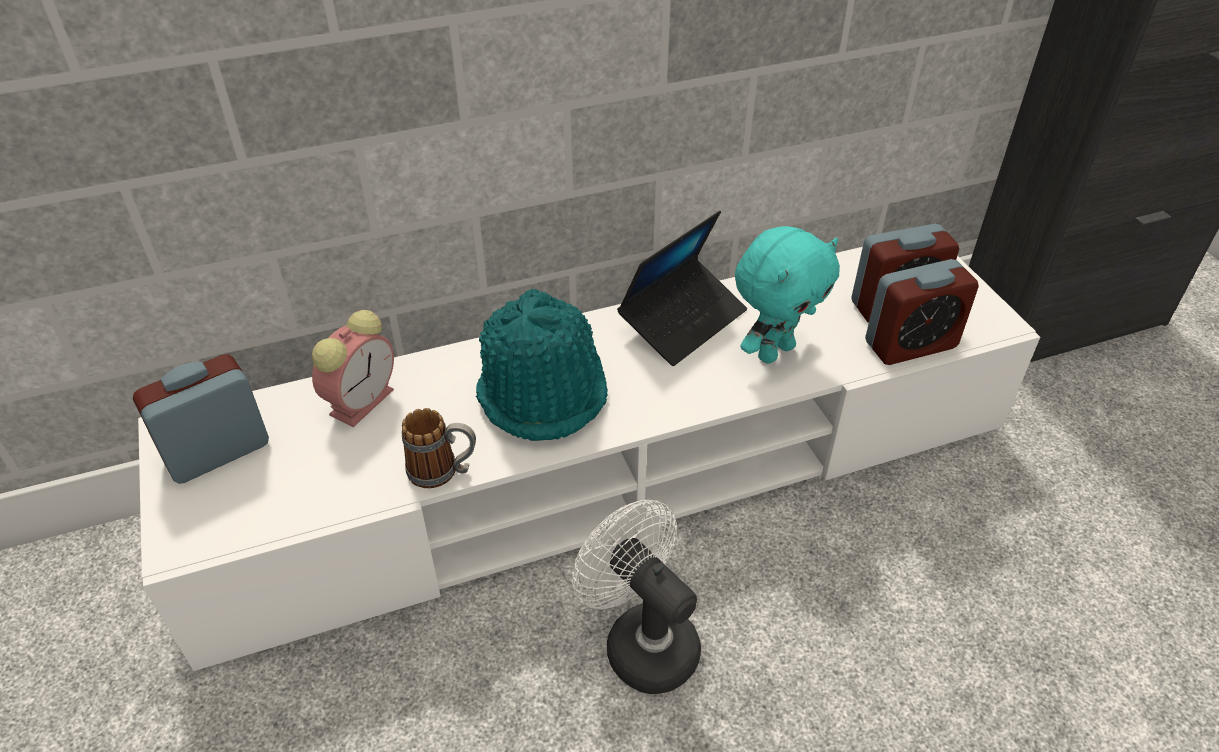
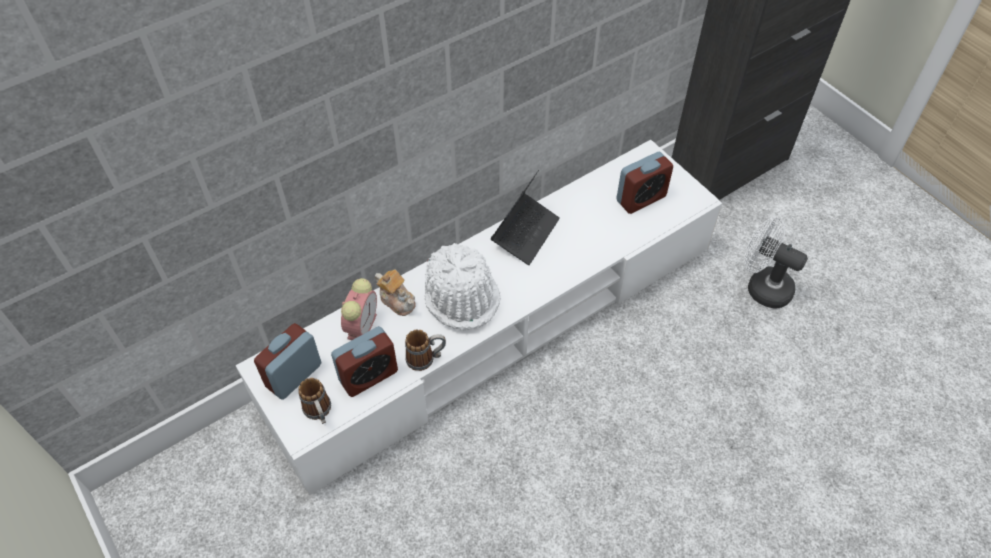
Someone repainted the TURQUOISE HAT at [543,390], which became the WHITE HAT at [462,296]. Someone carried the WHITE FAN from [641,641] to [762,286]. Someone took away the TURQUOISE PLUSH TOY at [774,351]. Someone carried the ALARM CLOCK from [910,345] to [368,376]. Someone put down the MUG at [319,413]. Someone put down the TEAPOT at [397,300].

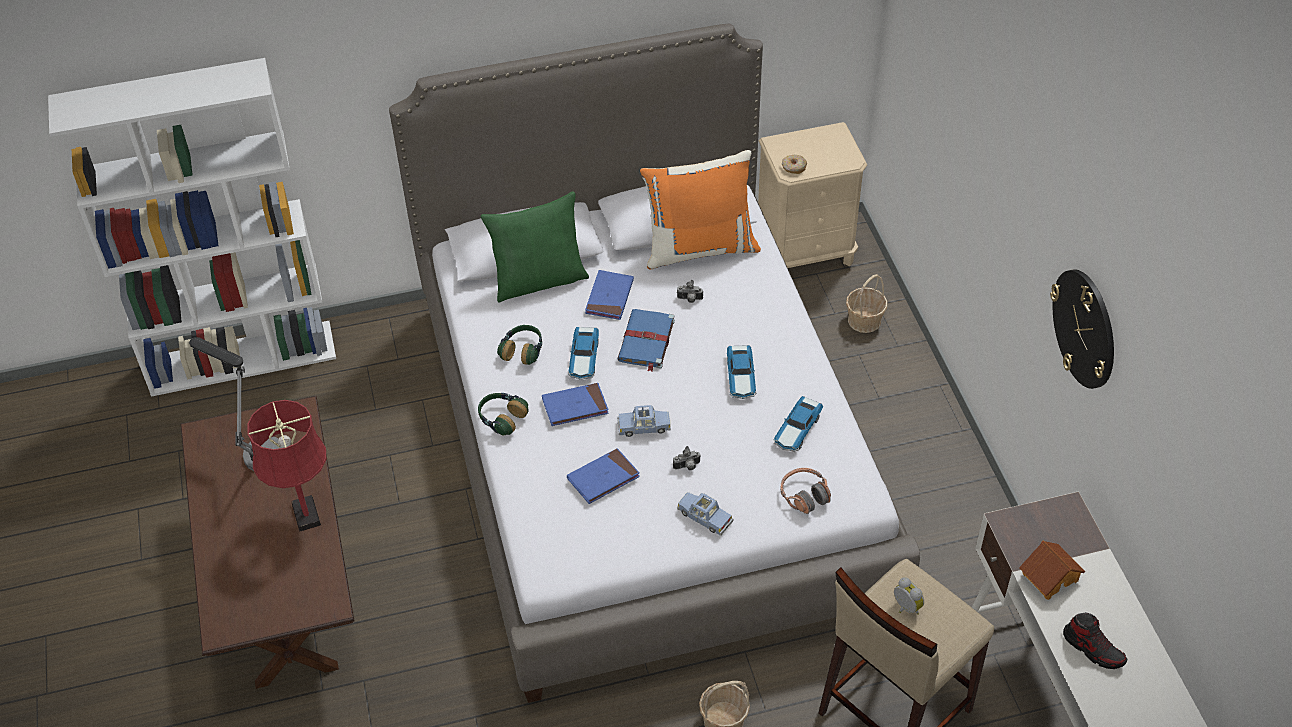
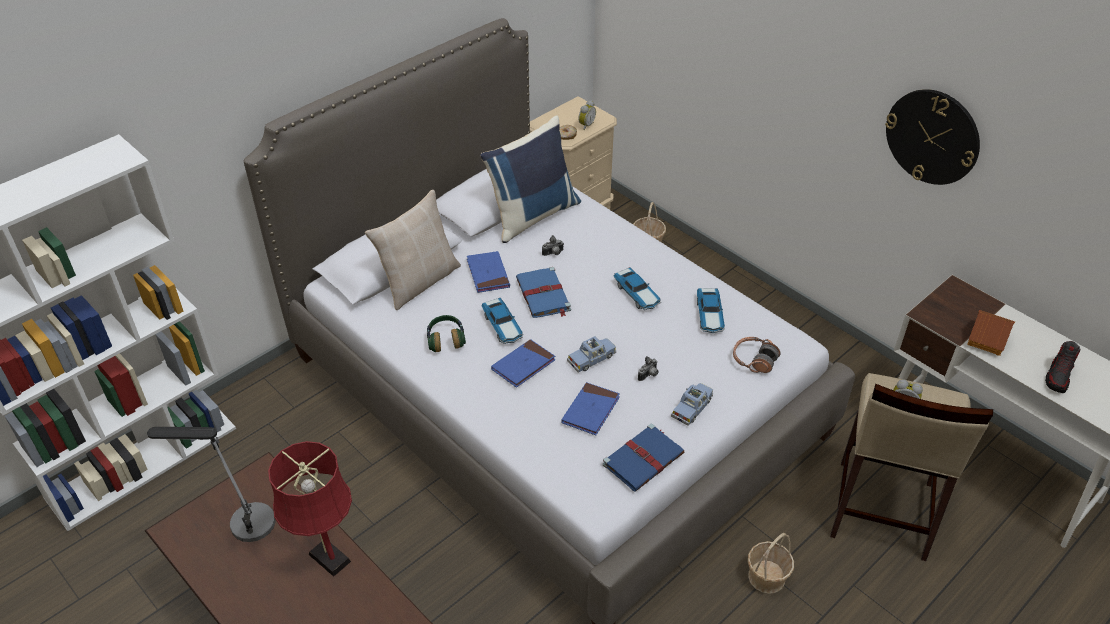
Someone took away the HEADPHONES at [502,418]. Someone repainted the GREEN PILLOW at [539,279], which became the BEIGE PILLOW at [419,281]. Someone repainted the ORANGE PILLOW at [700,247], which became the BLUE PILLOW at [532,215]. Someone rotated the BLUE TOY CAR at [704,517] by 120 degrees clockwise. Someone rotated the SHOE at [1093,649] by 105 degrees clockwise. Someone put down the ALARM CLOCK at [585,125]. Someone put down the BLUE BOOK at [644,459].

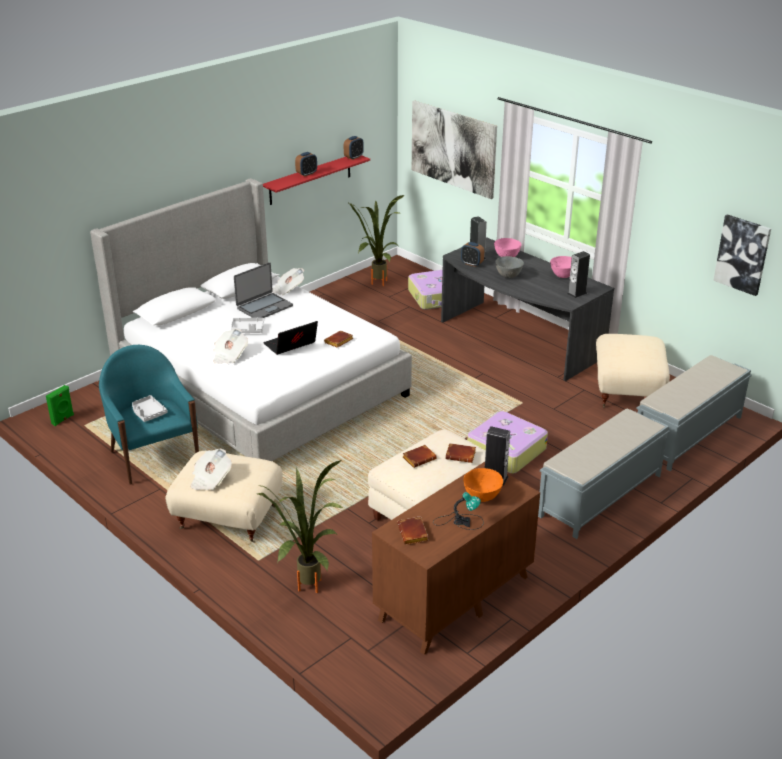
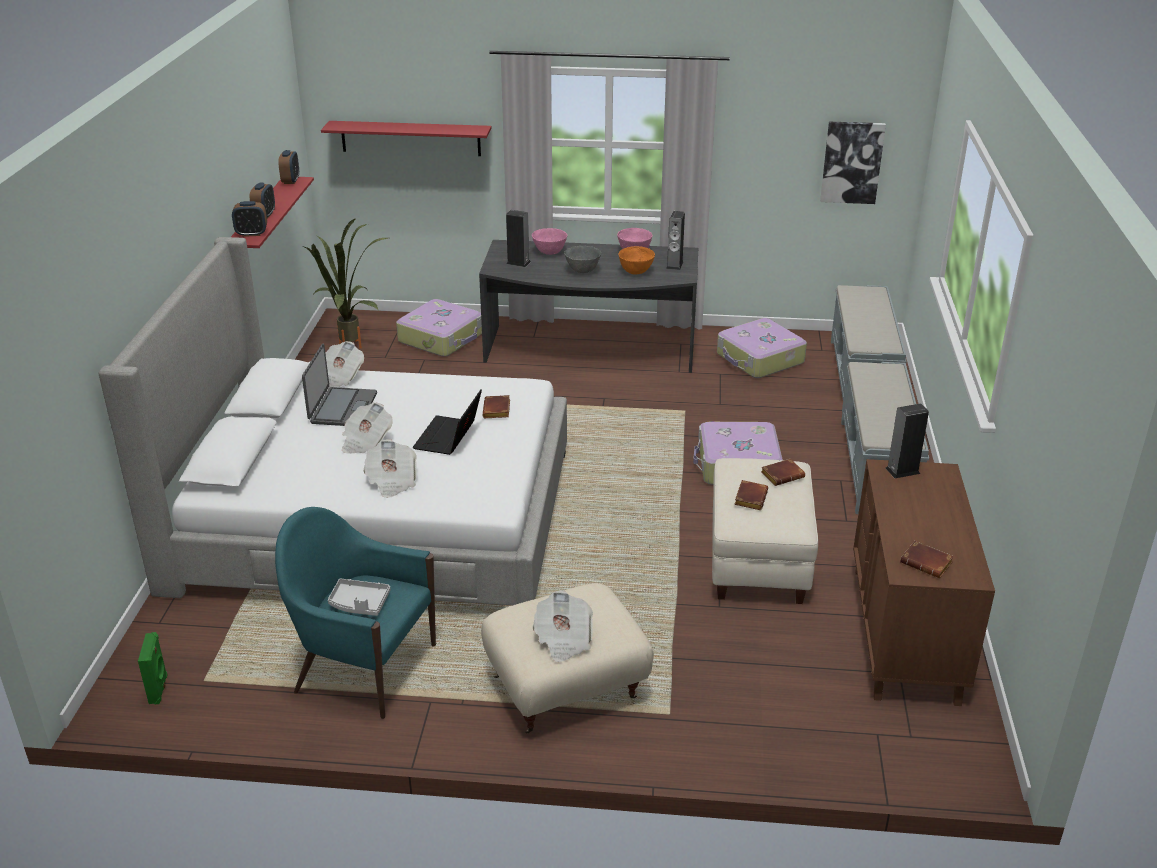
Someone swapped the GREY TRAY at [248,330] for the NEWSPAPER at [366,442]. Someone took away the POTTED PLANT at [305,590]. Someone swapped the PICTURE at [453,148] for the RED SHELF at [410,138]. Someone took away the TABLE LAMP at [460,521]. Someone carried the ALARM CLOCK from [472,264] to [251,234]. Someone carried the ORANGE BOWL from [482,497] to [635,272]. Someone swapped the BEIGE OTTOMAN at [628,391] for the SUITCASE at [759,359].

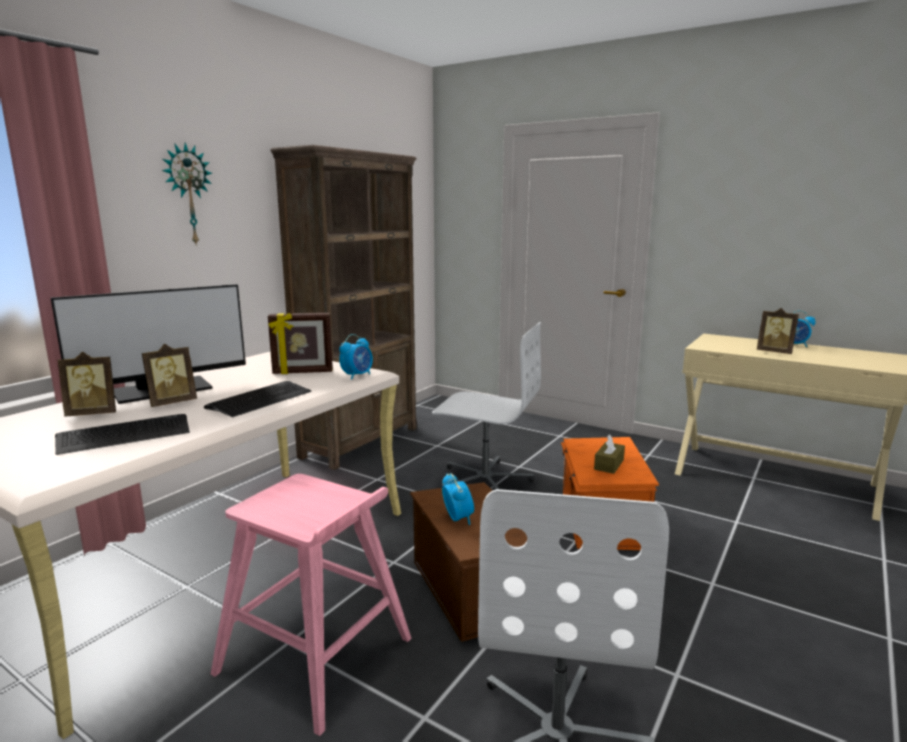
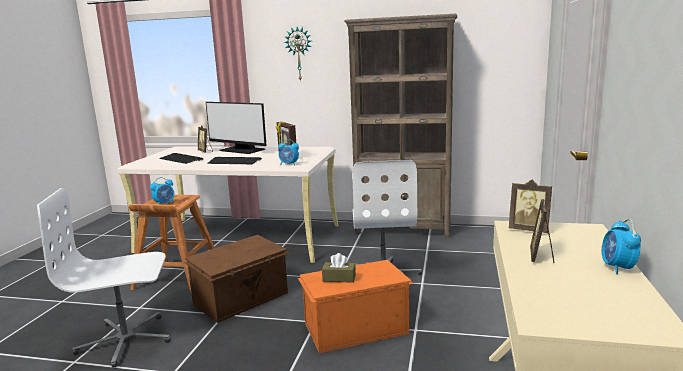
Someone carried the PICTURE FRAME from [172,403] to [529,230]. Someone repainted the PINK STOOL at [316,656], which became the BROWN STOOL at [177,276]. Someone carried the ALARM CLOCK from [457,518] to [165,204].

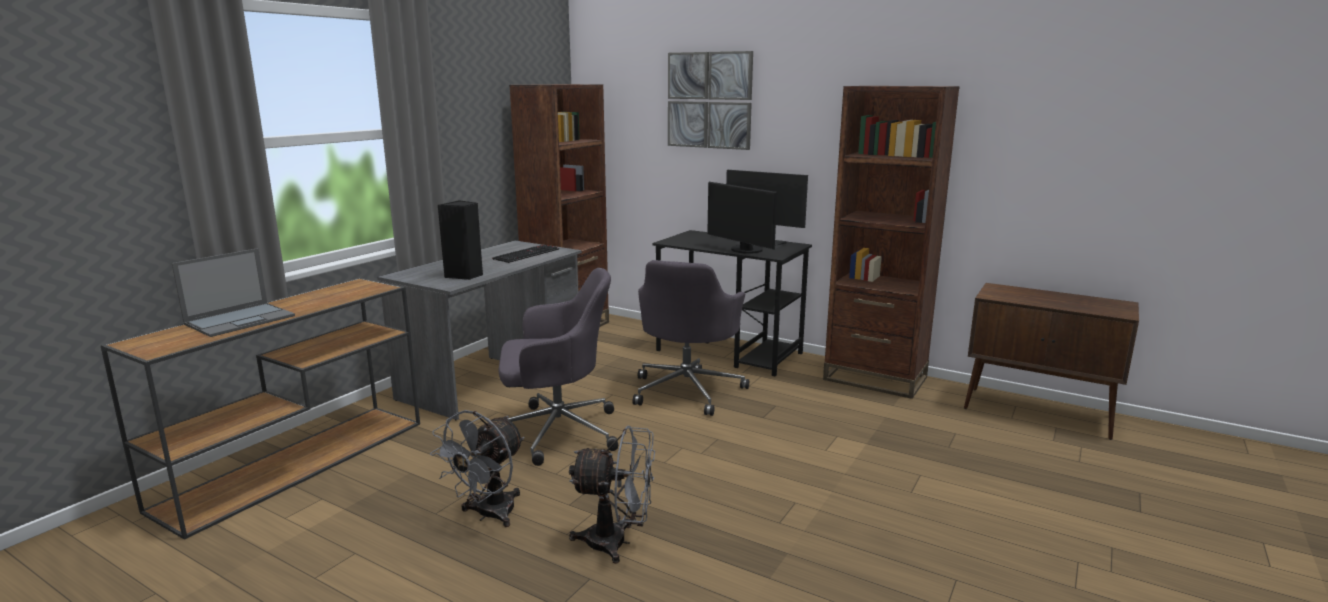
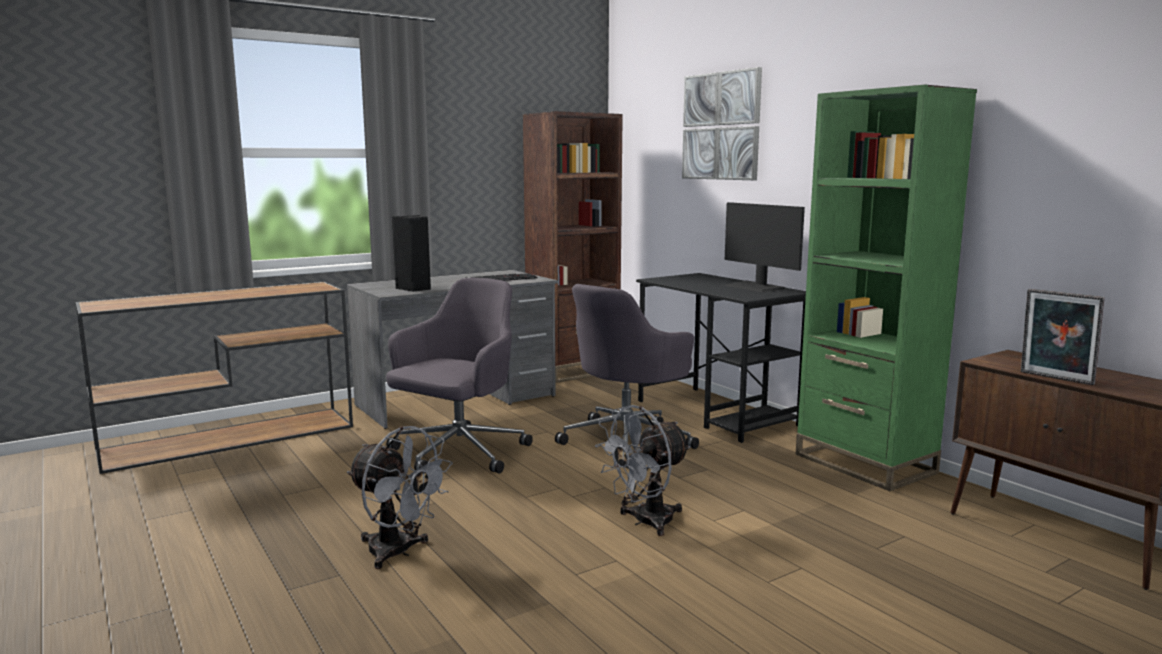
Someone took away the LAPTOP at [241,320]. Someone carried the GREY FAN from [488,515] to [645,522]. Someone rotated the GREY OFFICE CHAIR at [557,432] by 75 degrees counterclockwise. Someone took away the MONITOR at [744,250]. Someone repainted the BROWN BOOKCASE at [875,378], which became the GREEN BOOKCASE at [864,463]. Someone put down the PICTURE FRAME at [1055,378].

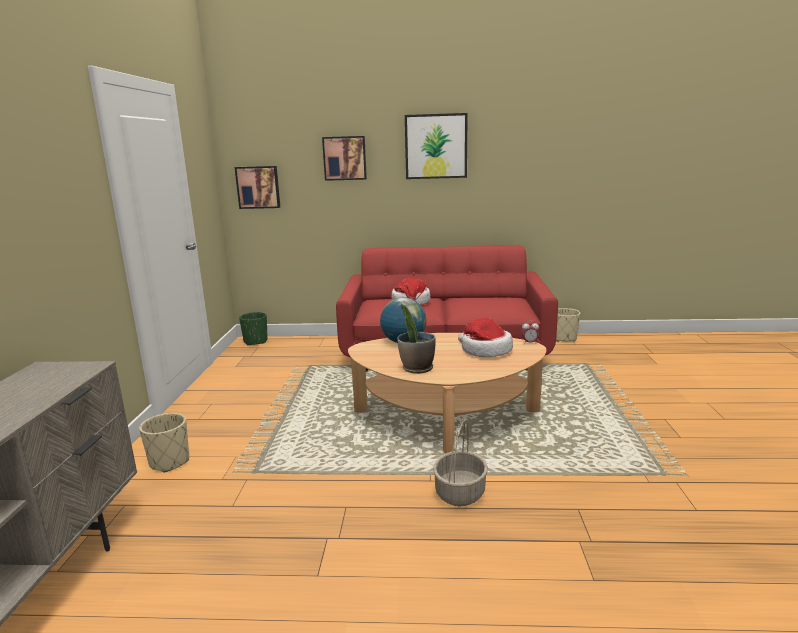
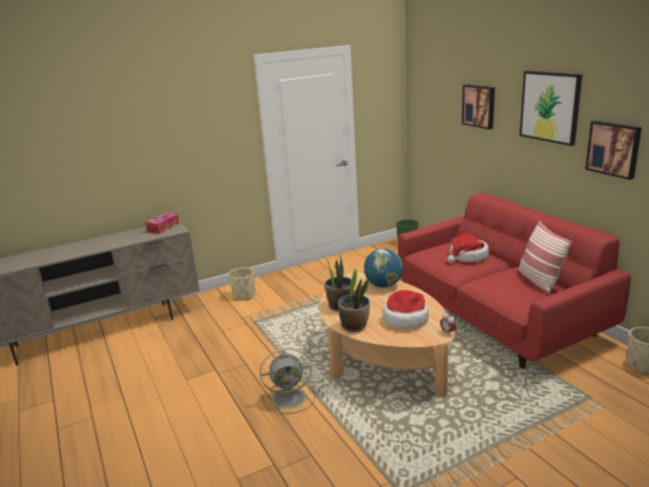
Someone carried the PICTURE from [258,187] to [614,149]. Someone swapped the BASKET at [459,492] for the GREY FAN at [290,397]. Someone put down the TISSUE BOX at [163,227]. Someone put down the POTTED PLANT at [354,326]. Someone put down the PILLOW at [539,281].

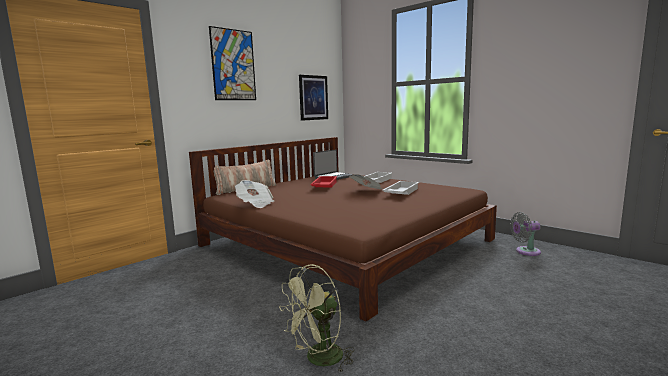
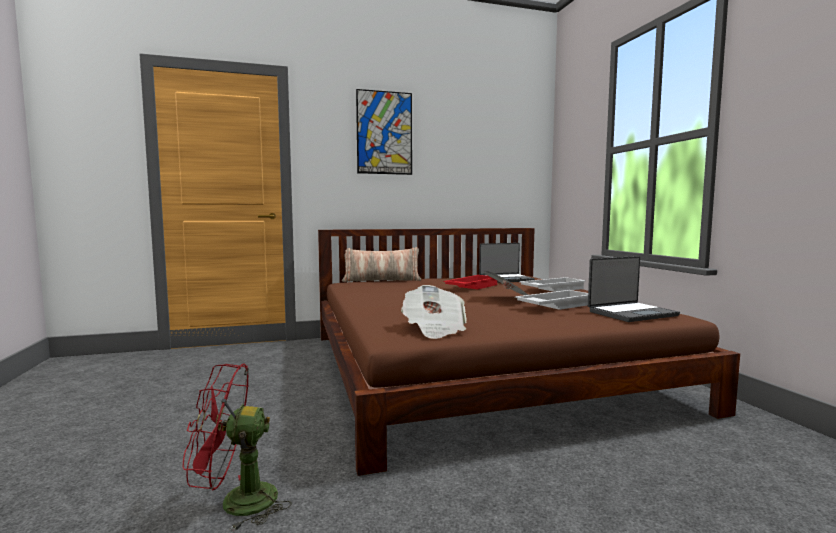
Someone carried the NEWSPAPER from [255,204] to [434,329]. Someone repainted the GREEN FAN at [318,360], which became the RED FAN at [236,503]. Someone took away the PICTURE at [313,97]. Someone took away the GREY FAN at [525,251]. Someone put down the LAPTOP at [631,313].

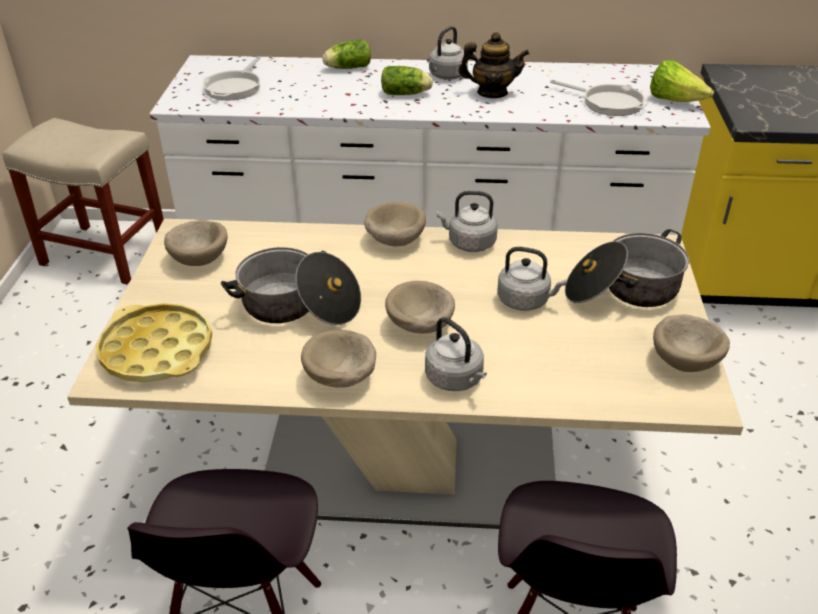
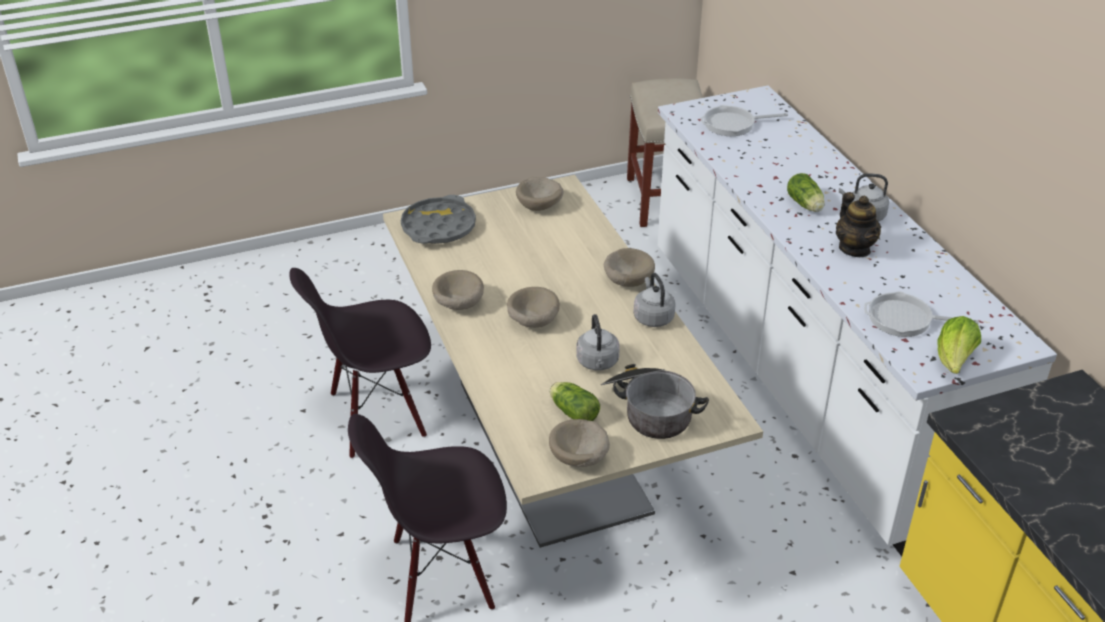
Someone repainted the YELLOW TRAY at [157,351], which became the GREY TRAY at [438,227]. Someone took away the COOKING POT at [298,306]. Someone carried the LETTUCE from [347,68] to [572,412]. Someone took away the GREY KETTLE at [456,379]. Someone rotated the FRYING PAN at [608,103] by 90 degrees clockwise.

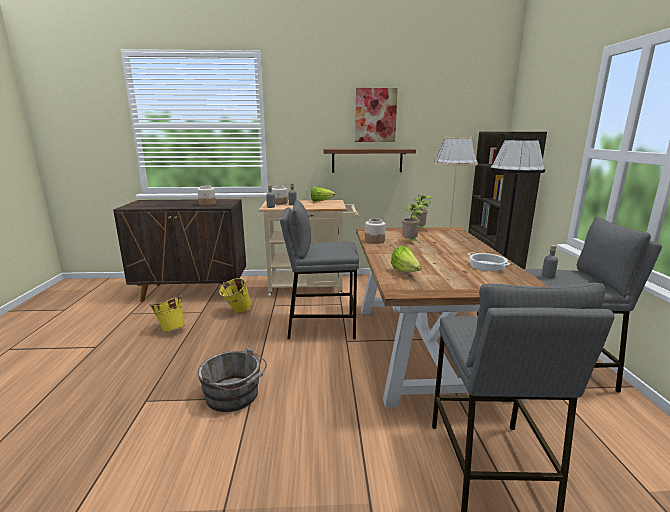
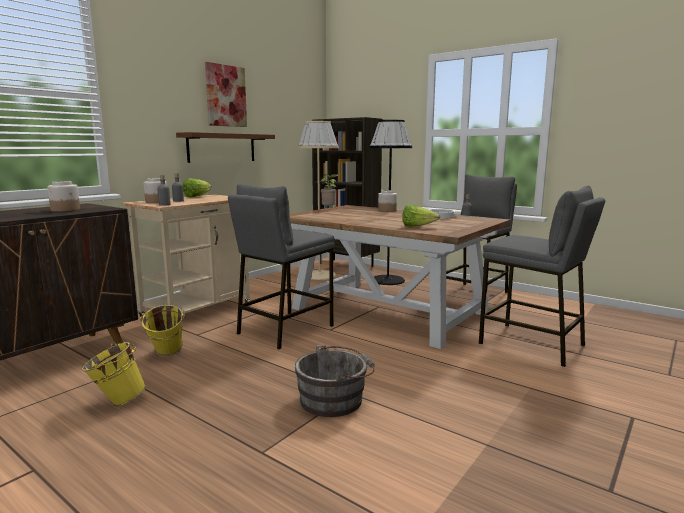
Someone carried the JAR from [374,241] to [387,210]. Someone took away the POTTED PLANT at [410,242].

